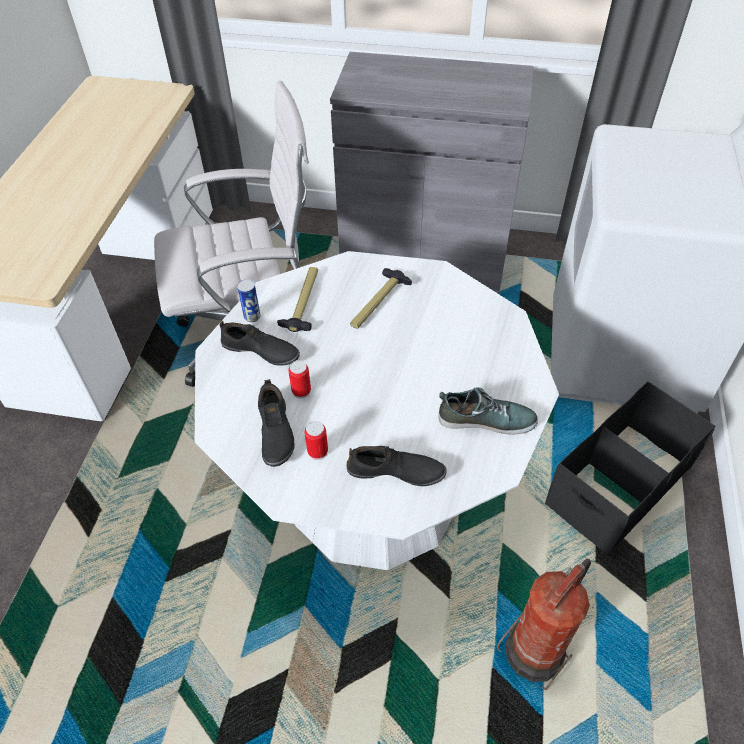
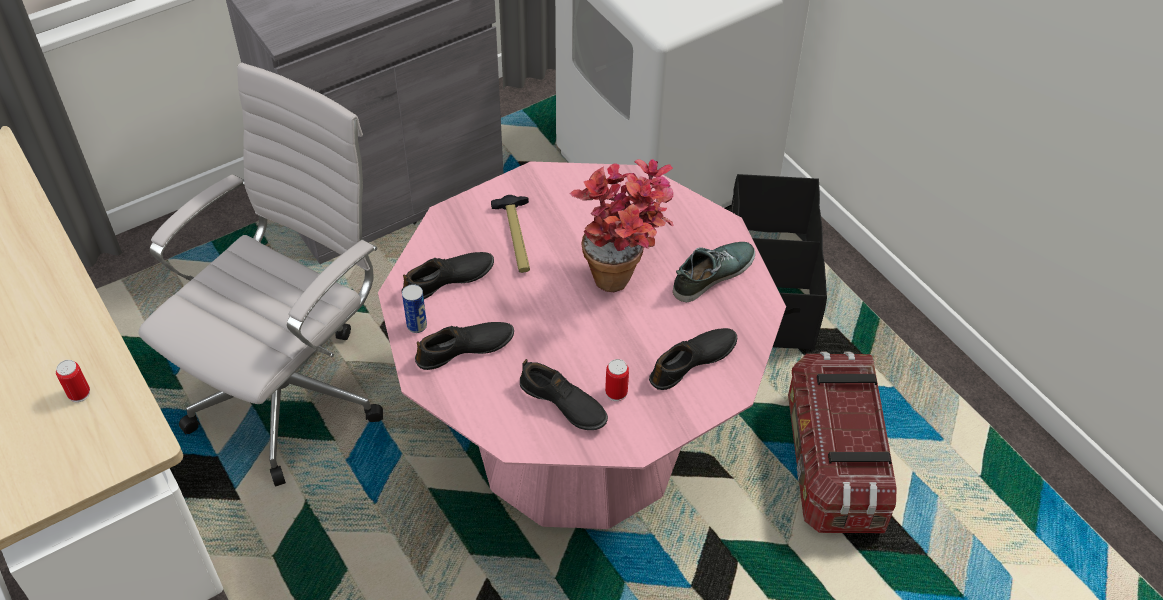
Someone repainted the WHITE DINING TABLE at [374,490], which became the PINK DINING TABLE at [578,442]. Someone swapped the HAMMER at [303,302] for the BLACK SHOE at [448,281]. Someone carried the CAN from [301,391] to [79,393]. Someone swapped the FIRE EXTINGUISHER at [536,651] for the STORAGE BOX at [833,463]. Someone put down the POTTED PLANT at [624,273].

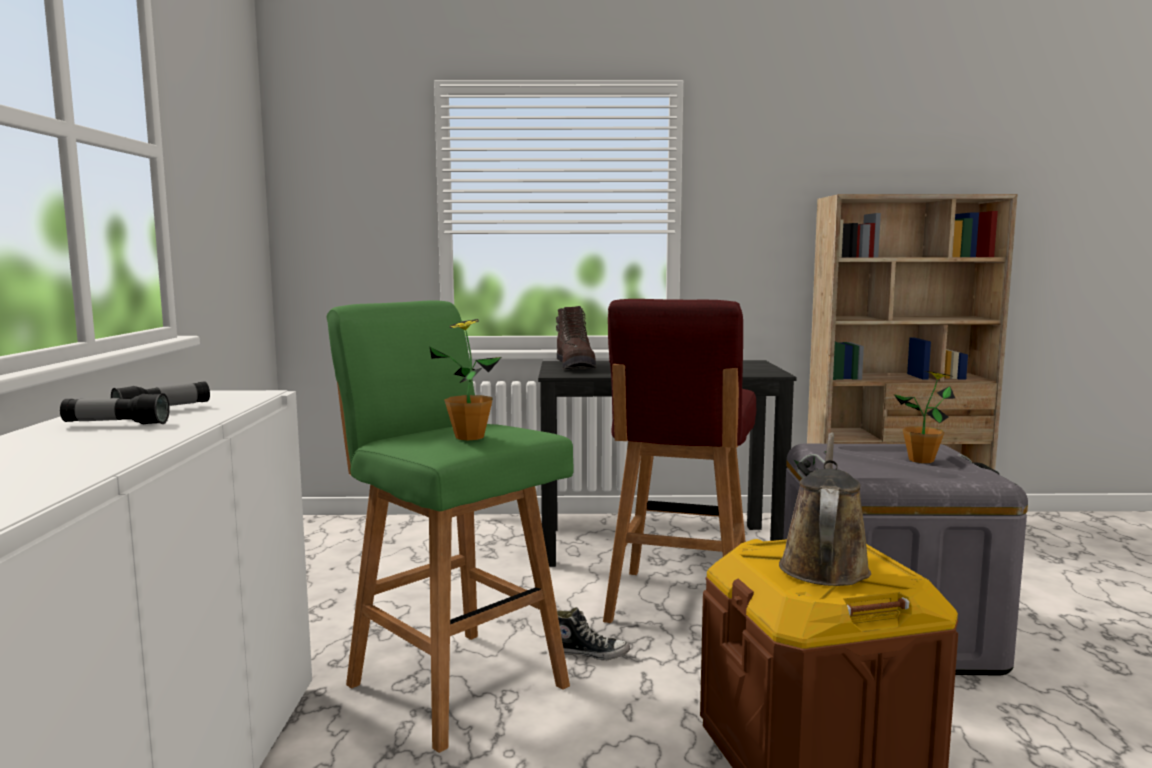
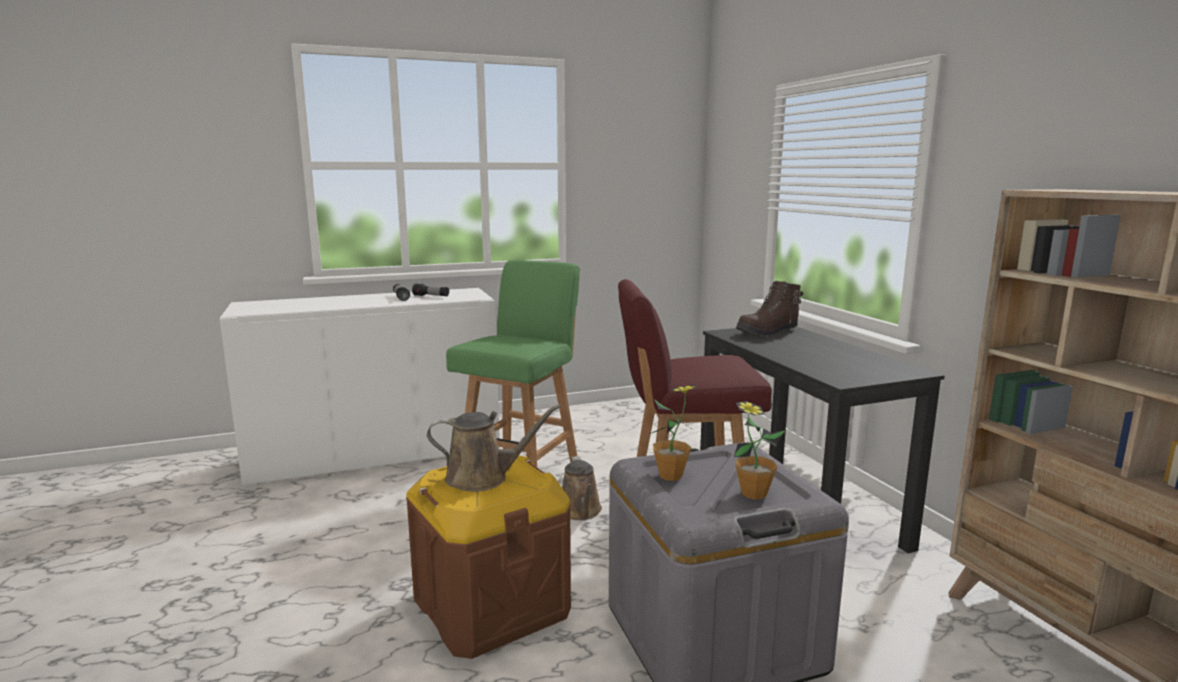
Someone carried the POTTED PLANT from [470,437] to [671,475]. Someone swapped the SHOE at [590,653] for the BROWN WATERING CAN at [580,512].

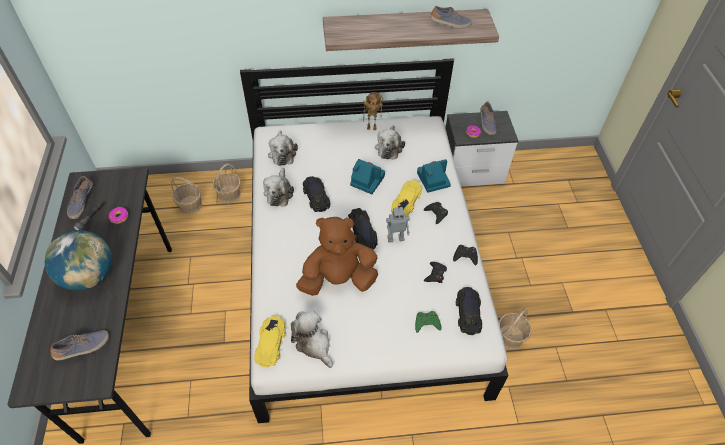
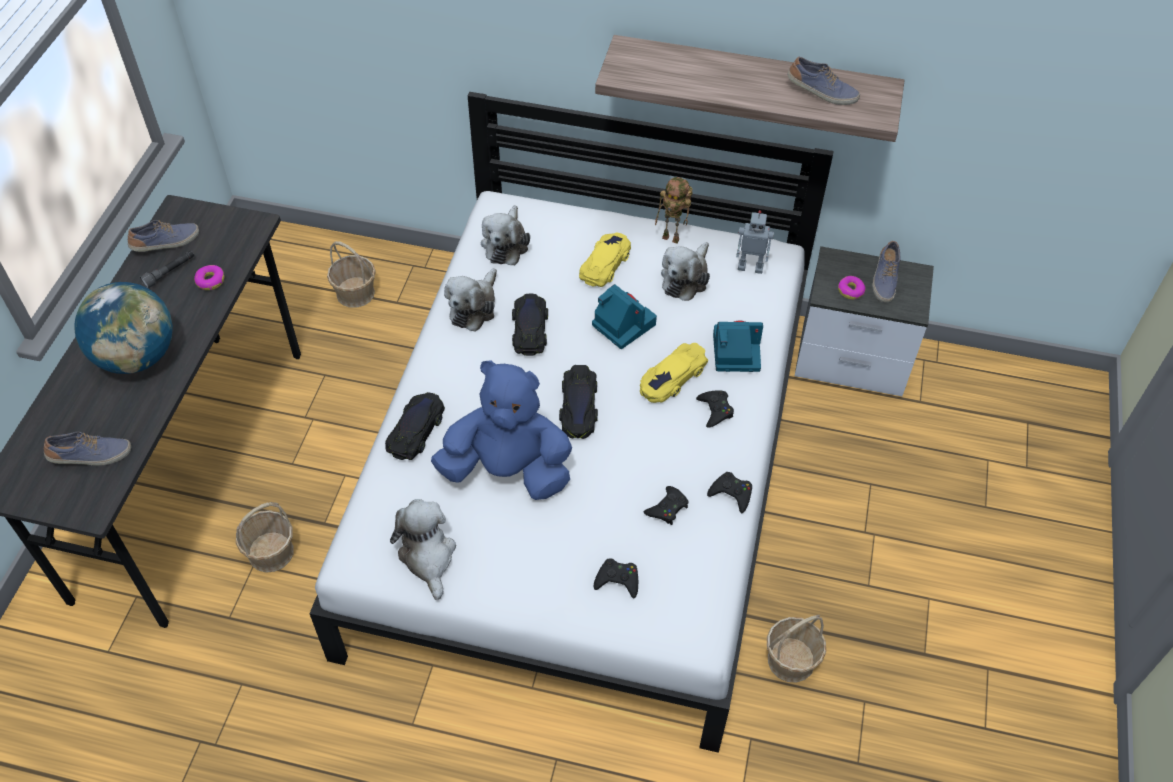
Someone rotated the SHOE at [81,202] by 150 degrees counterclockwise. Someone carried the BASKET from [229,194] to [270,552]. Someone carried the YELLOW TOY CAR from [271,343] to [605,263]. Someone repainted the BROWN PLUSH TOY at [338,279], which became the BLUE PLUSH TOY at [508,470]. Someone carried the TOY ROBOT from [395,237] to [750,266]. Someone repainted the GREEN GAME CONTROLLER at [426,323], which became the BLACK GAME CONTROLLER at [618,580]. Someone carried the BLACK TOY CAR from [468,312] to [416,430].

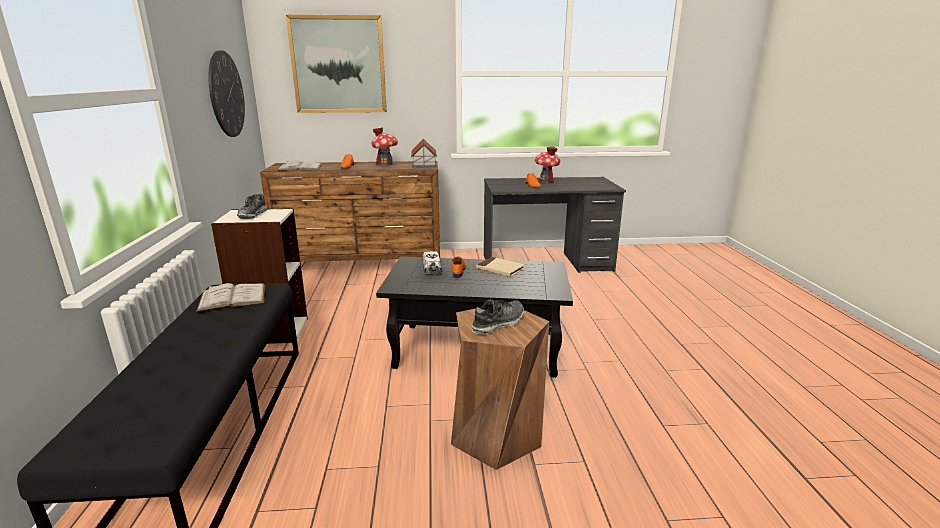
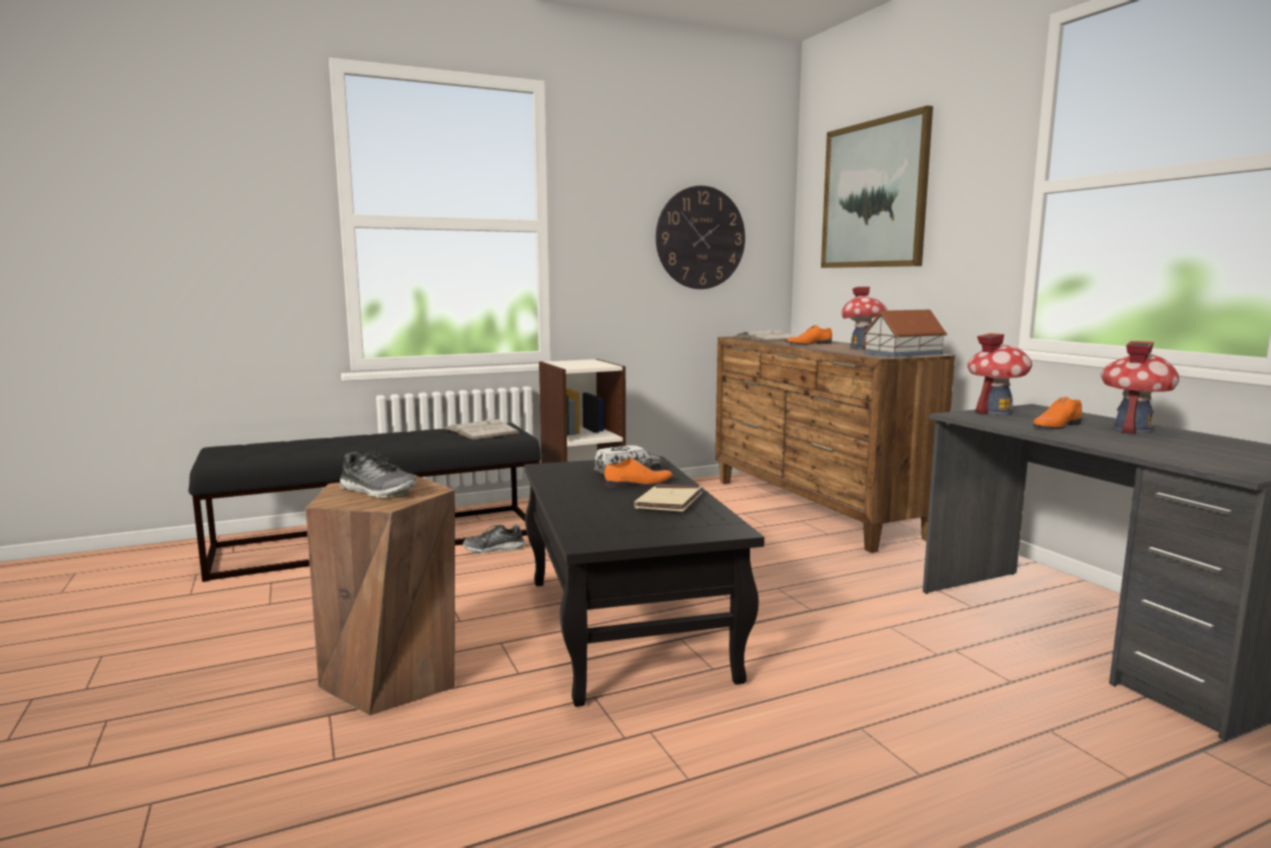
Someone carried the SHOE from [253,215] to [494,549]. Someone put down the TOY HOUSE at [994,412].

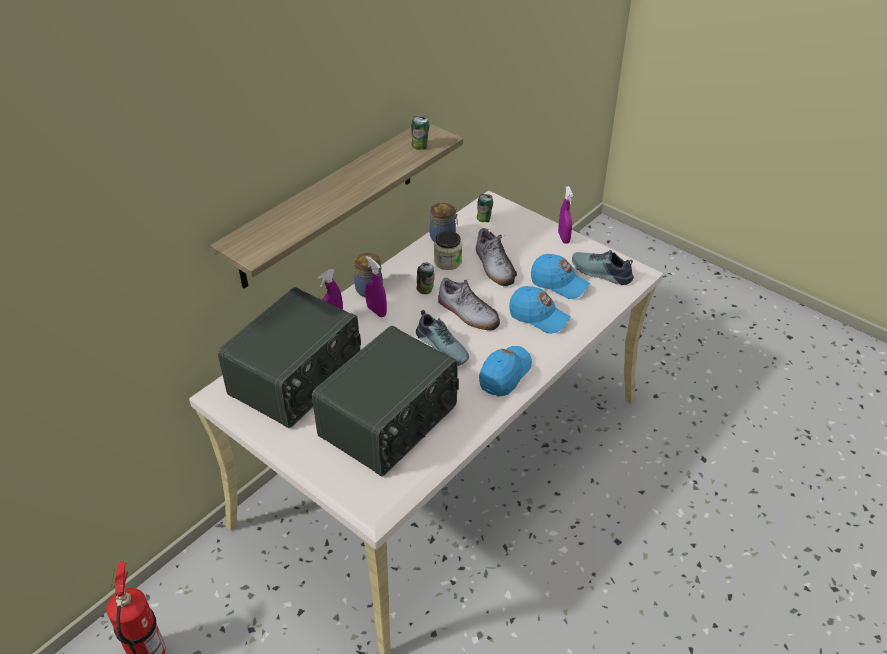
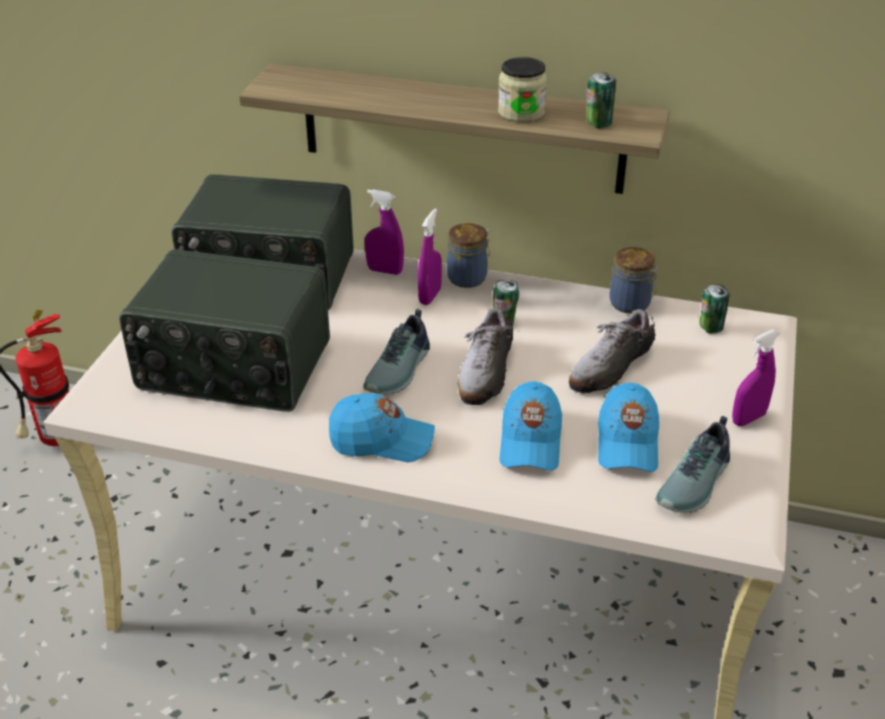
Someone carried the JAR from [447,261] to [521,112]. Someone rotated the SHOE at [600,273] by 150 degrees counterclockwise.

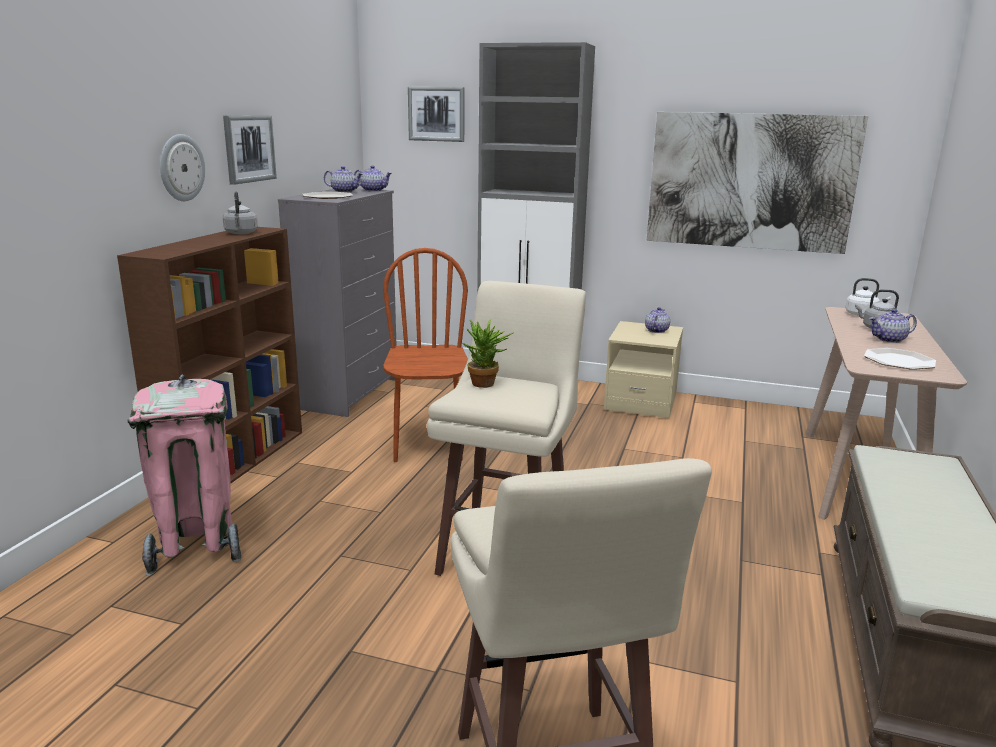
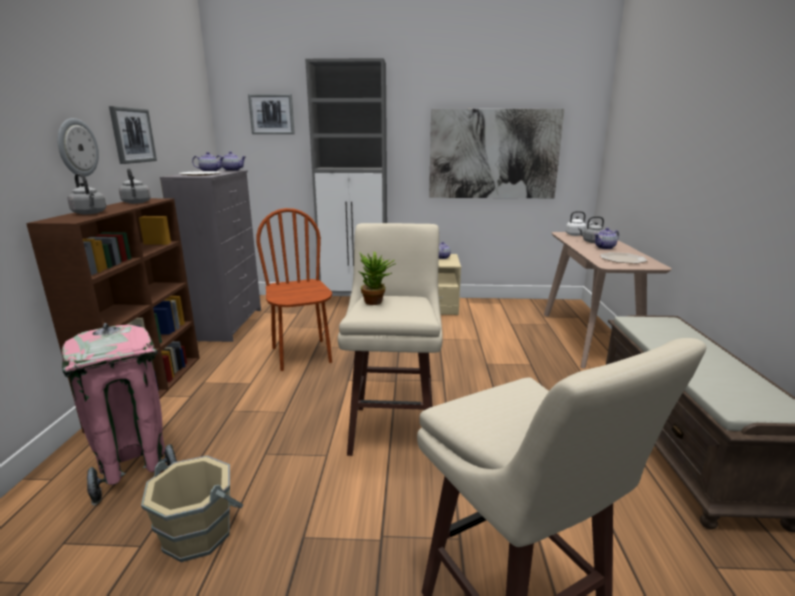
Someone put down the GREY KETTLE at [90,213]. Someone put down the BEIGE BUCKET at [198,532].

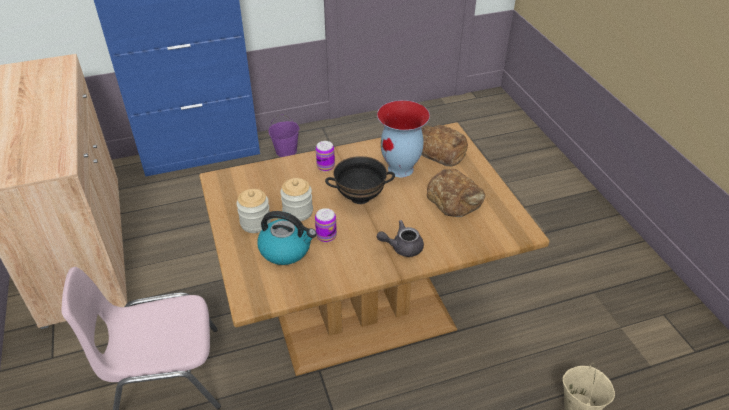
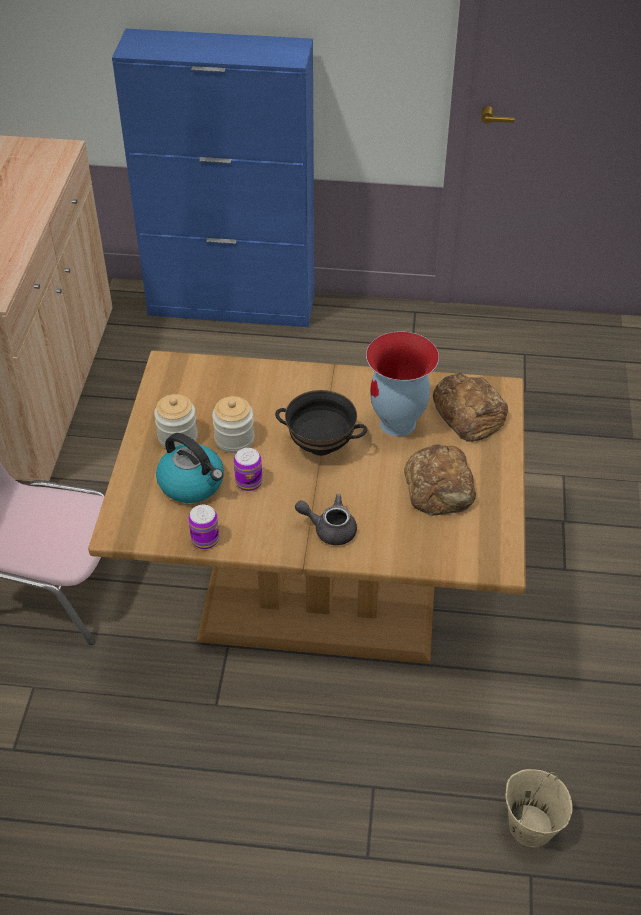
Someone took away the PURPLE BUCKET at [286,151]. Someone carried the CAN from [325,166] to [205,539].

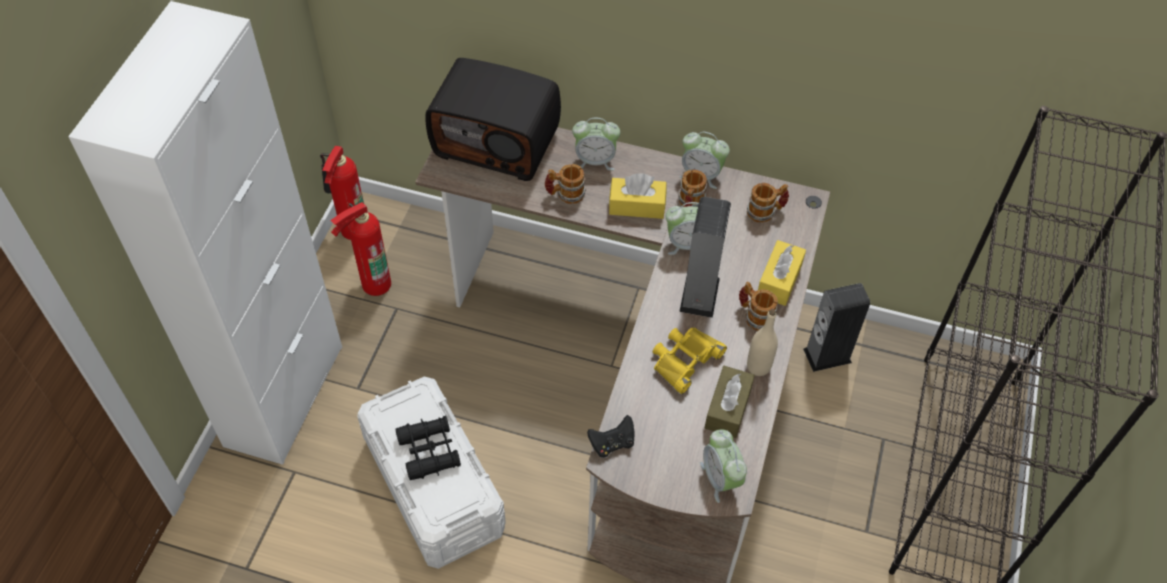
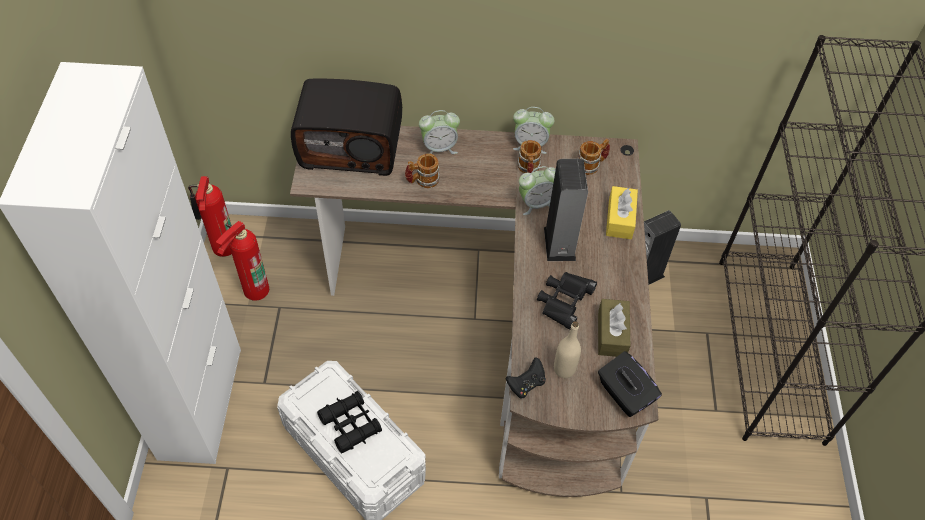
Someone took away the YELLOW TISSUE BOX at [637,205]. Someone repainted the YELLOW BINOCULARS at [684,359], which became the BLACK BINOCULARS at [564,300]. Someone swapped the ALARM CLOCK at [720,478] for the BLACK TISSUE BOX at [624,394]. Someone took away the MUG at [754,315]. Someone carried the BEIGE BOTTLE from [758,366] to [564,369].

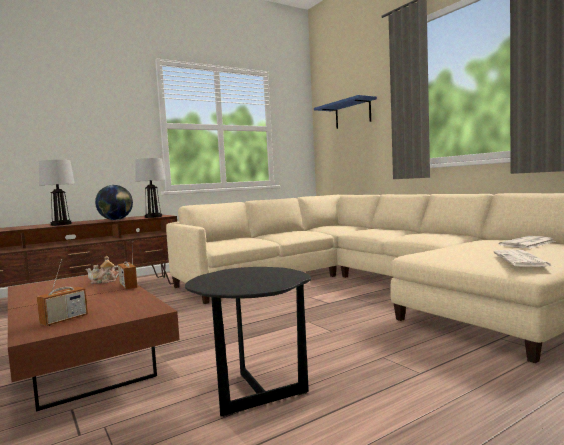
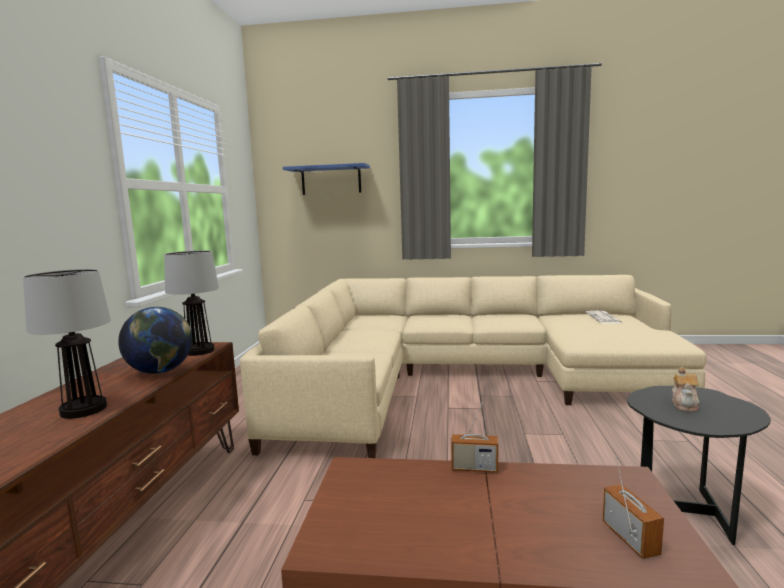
Someone carried the TEAPOT from [104,281] to [685,404]. Someone took away the NEWSPAPER at [522,260].

